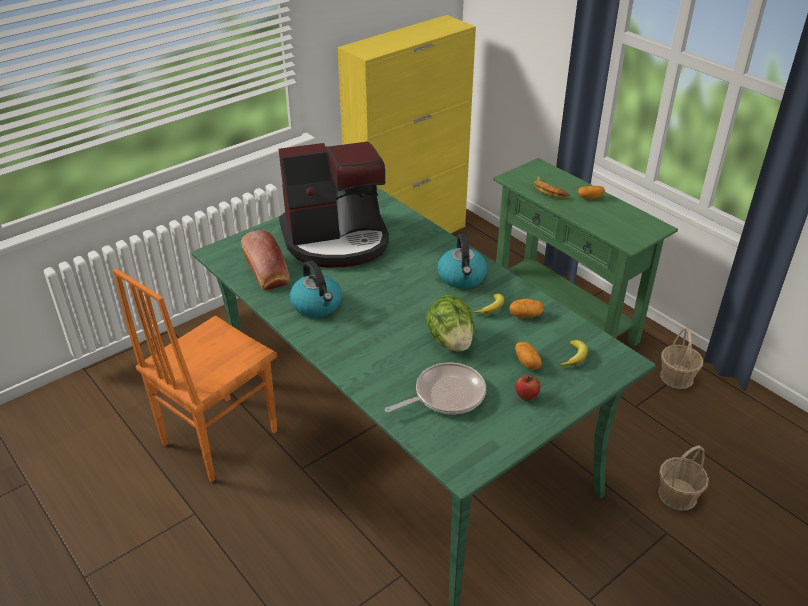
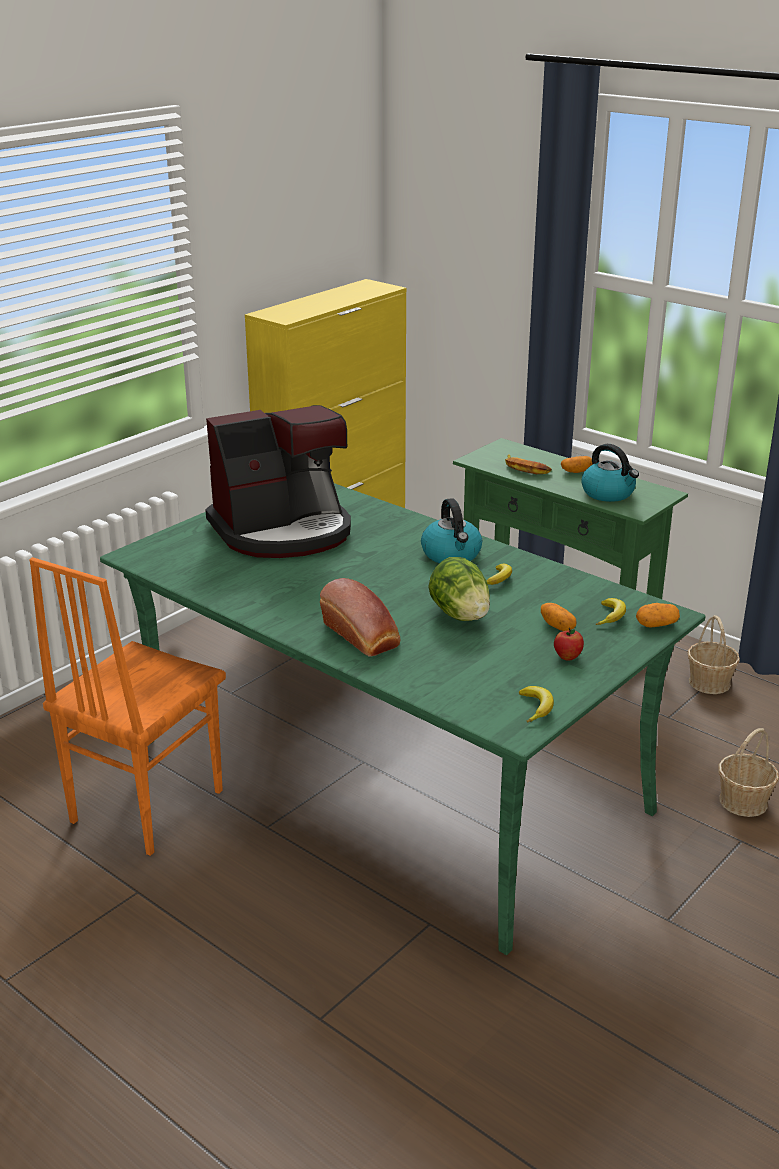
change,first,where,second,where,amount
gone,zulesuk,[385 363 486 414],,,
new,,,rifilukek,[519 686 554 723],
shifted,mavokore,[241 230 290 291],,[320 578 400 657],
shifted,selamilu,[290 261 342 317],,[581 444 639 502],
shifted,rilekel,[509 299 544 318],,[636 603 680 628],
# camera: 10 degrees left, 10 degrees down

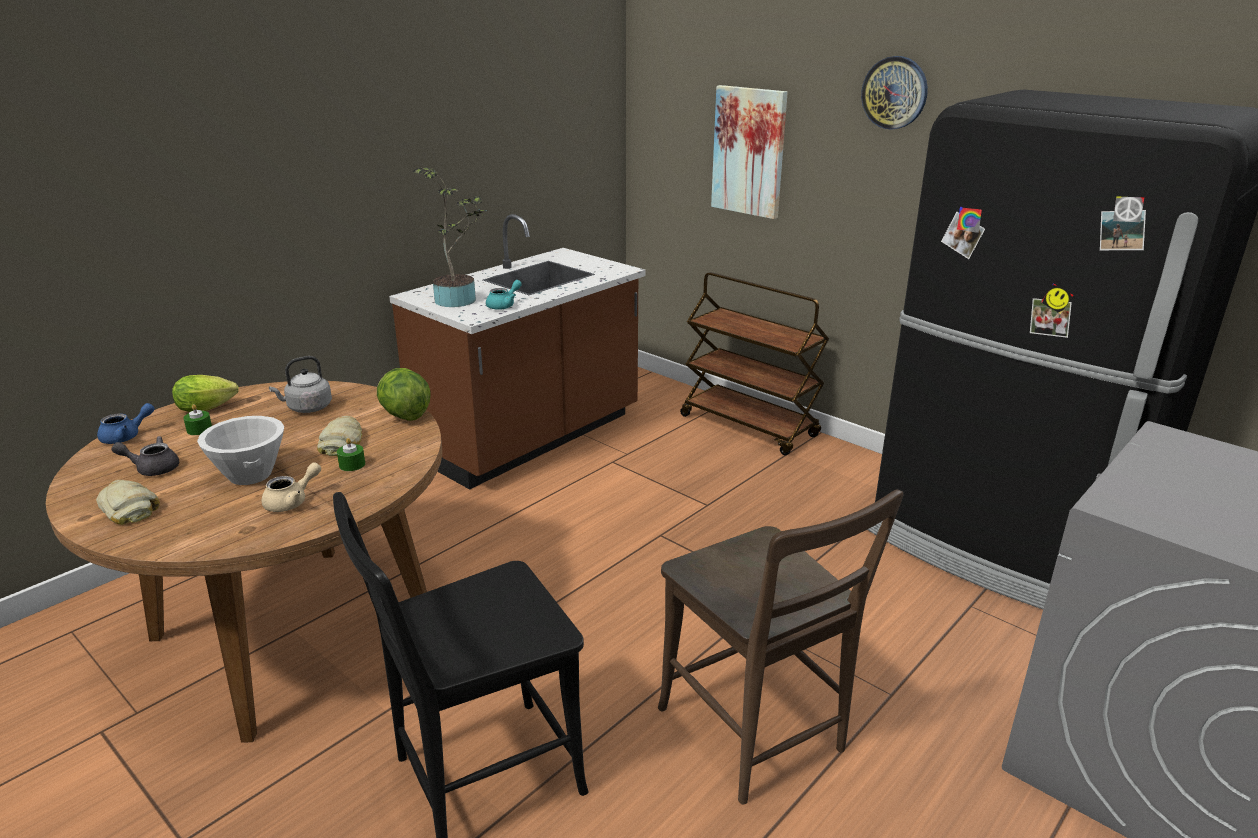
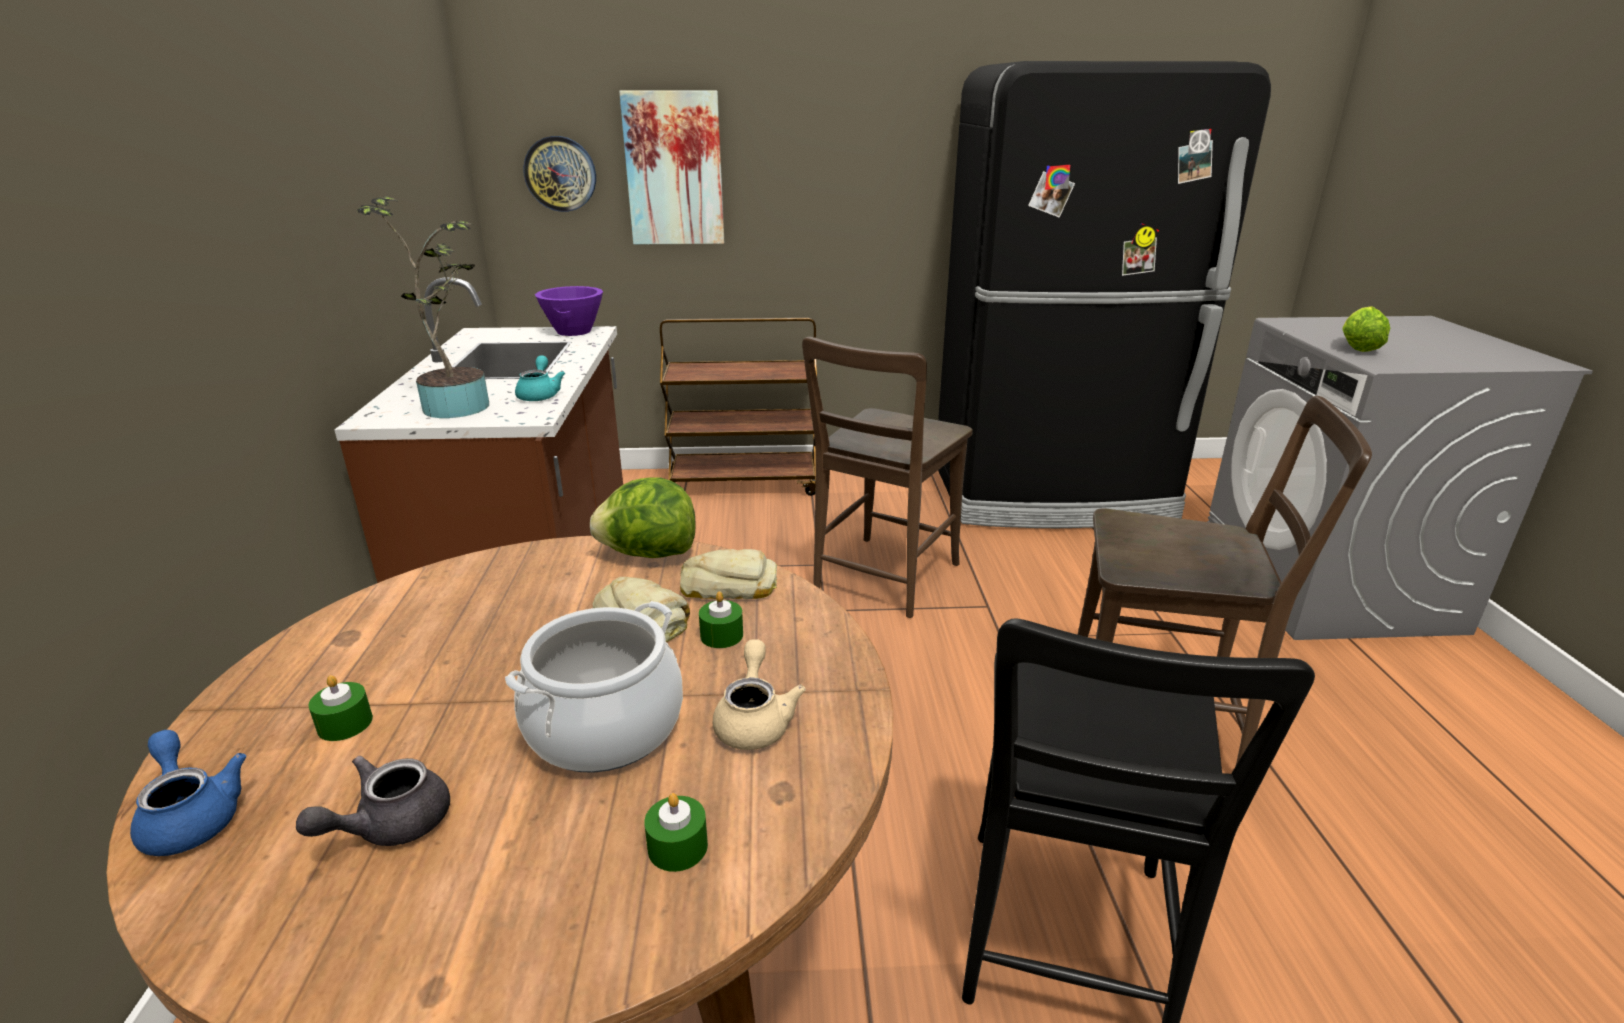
change,first,where,second,where,amount
gone,grey selamilu,[269 356 332 413],,,
new,,,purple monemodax,[535 286 603 336],
new,,,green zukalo,[644 793 708 872],
new,,,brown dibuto,[802 337 973 618],
shifted,mavokore,[96 480 160 525],,[680 549 777 599],
shifted,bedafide,[172 375 239 412],,[1342 306 1390 352],
shifted,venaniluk,[861 56 928 129],,[523 136 596 212],
swapped,white monemodax,[197 416 284 485],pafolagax,[505 601 683 773],
rotated,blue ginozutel,[97 403 154 444],,[130 730 246 856],45 degrees counterclockwise
# camera: 45 degrees left, 0 degrees up

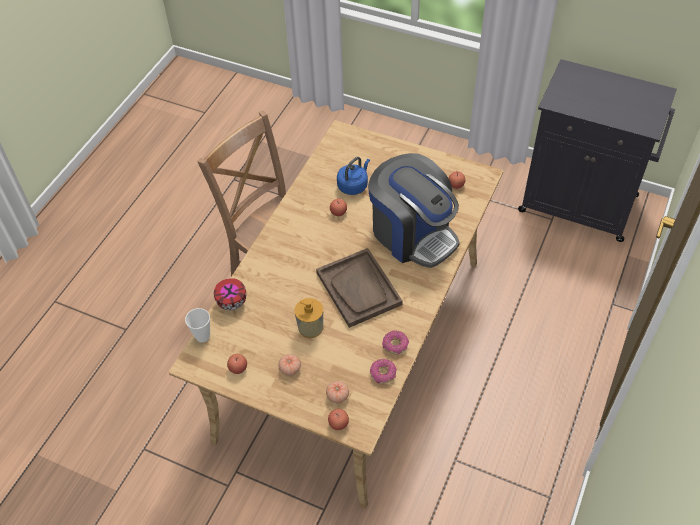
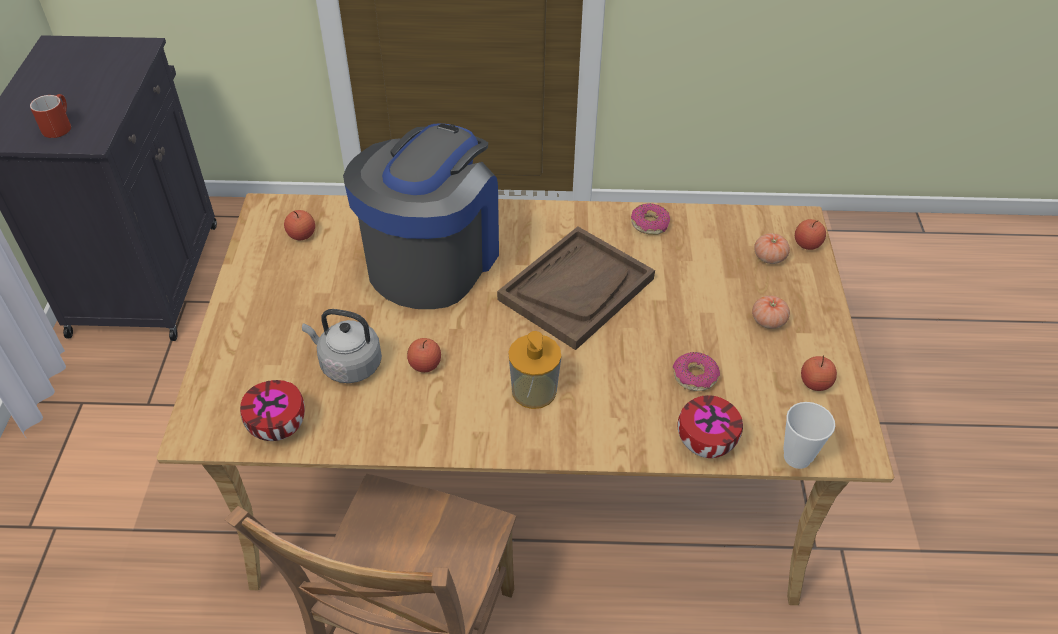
change,first,where,second,where,amount
new,,,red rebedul,[30 94 71 138],
new,,,monemodax,[240 380 305 441],
shifted,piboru,[295 298 323 338],,[508 331 561 409],
shifted,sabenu,[370 359 397 384],,[673 352 720 391],
repainted,blue selamilu,[337 157 370 195],grey selamilu,[302 309 382 383],
# camera: 115 degrees left, 5 degrees down

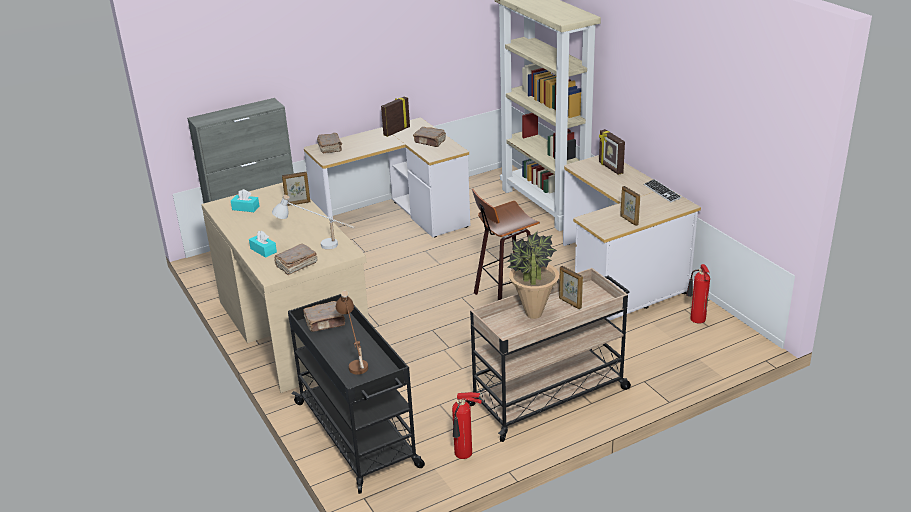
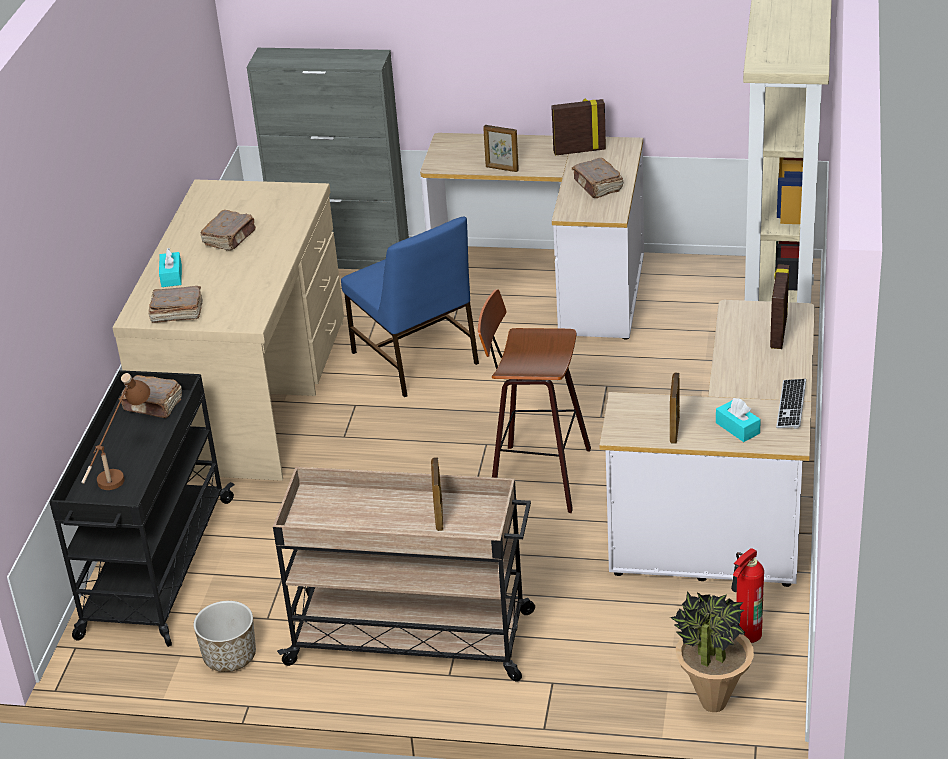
change,first,where,second,where,amount
gone,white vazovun,[272 195 354 250],,,
new,,,blue dibuto,[341 217 479 398],
shifted,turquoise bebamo,[231 189 260 212],,[716 398 761 442],
shifted,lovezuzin,[282 172 310 206],,[483 125 519 172],
shifted,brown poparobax,[317 133 342 153],,[200 210 256 251],
shifted,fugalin,[506 231 559 319],,[670 591 754 712],
swapped,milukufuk,[452 392 482 459],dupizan,[193 601 256 672],
# camera: 40 degrees right, 5 degrees up

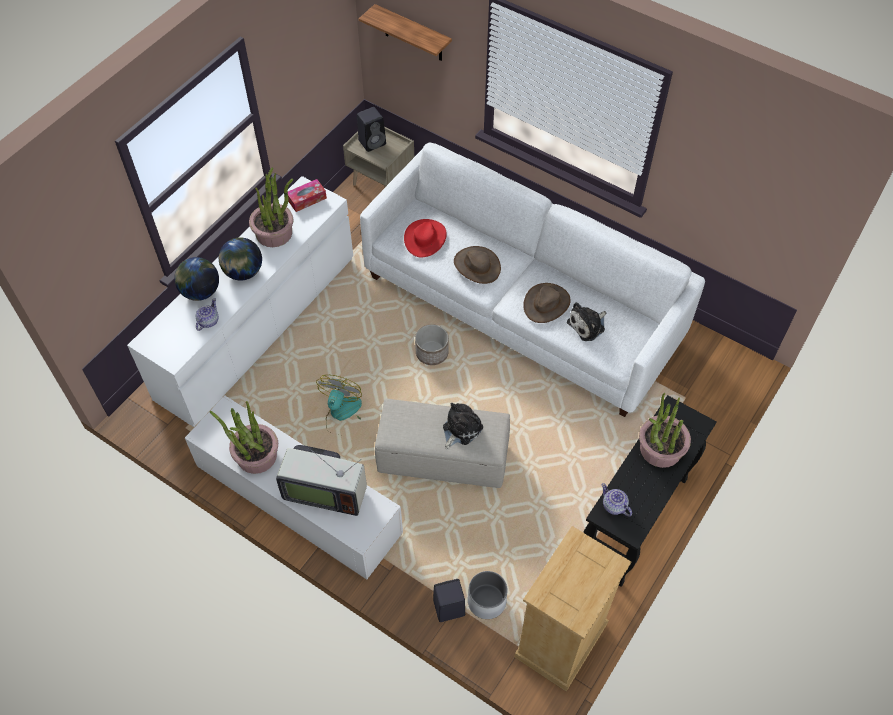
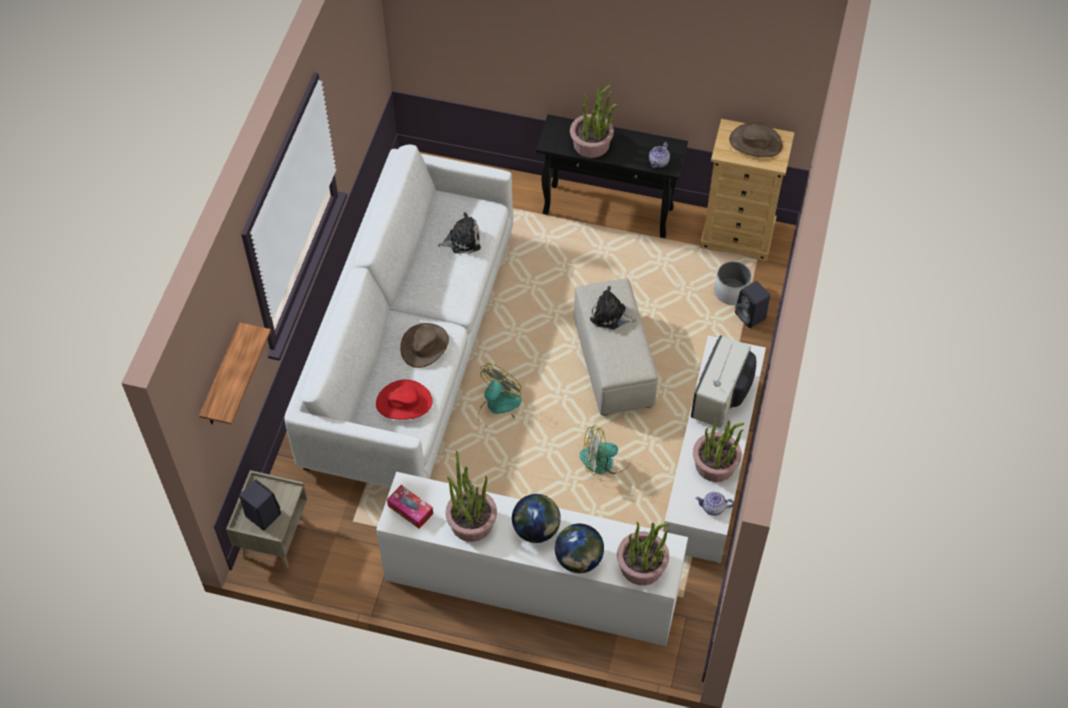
change,first,where,second,where,amount
new,,,fugalin,[617 522 670 585],
shifted,ginozutel,[195 299 219 331],,[695 492 734 516],
shifted,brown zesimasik,[523 283 570 323],,[729 122 783 157],
swapped,dupizan,[415 324 449 365],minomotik,[478 363 522 428],
rotated,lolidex,[276 445 367 516],,[691 335 756 428],150 degrees counterclockwise
rotated,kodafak,[567 302 606 341],,[438 212 481 253],45 degrees counterclockwise
# camera: 110 degrees left, 0 degrees up

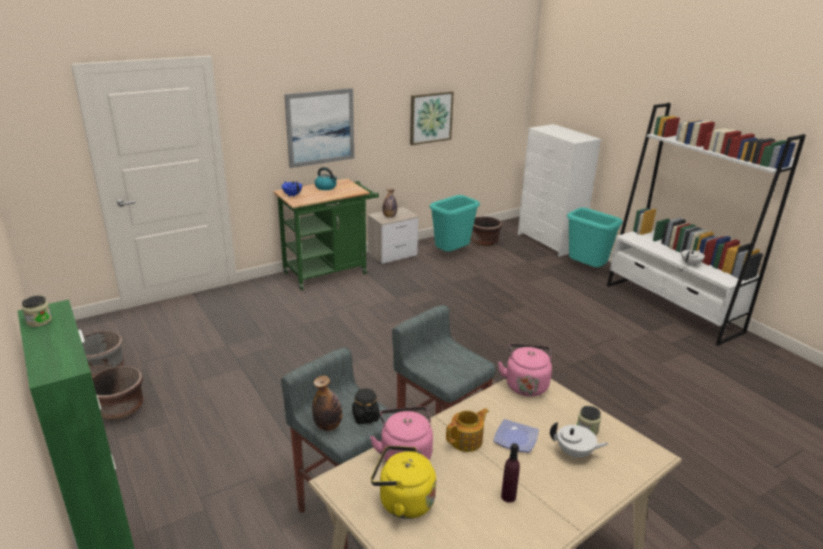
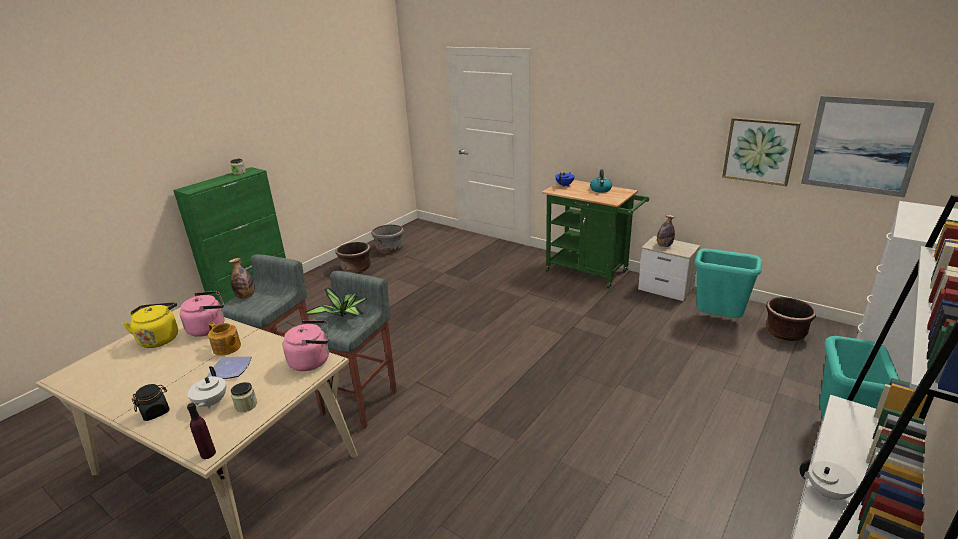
change,first,where,second,where,amount
new,,,fugalin,[305 288 367 317],
shifted,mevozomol,[284 88 354 168],,[801 96 935 198],
shifted,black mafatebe,[352 388 380 424],,[132 384 170 421],
shifted,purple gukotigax,[501 443 520 503],,[187 403 216 459],
# camera: 70 degrees right, 0 degrees up

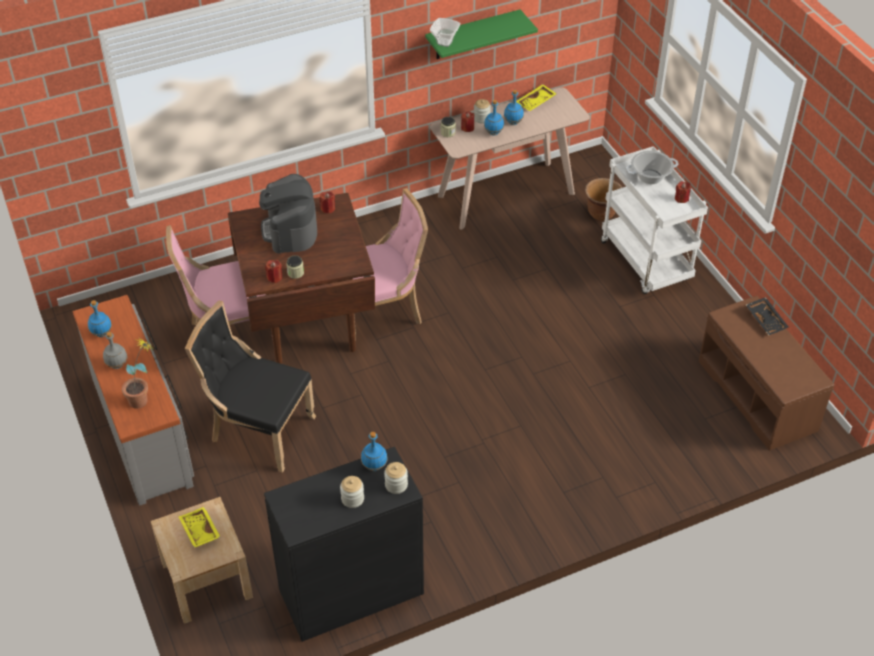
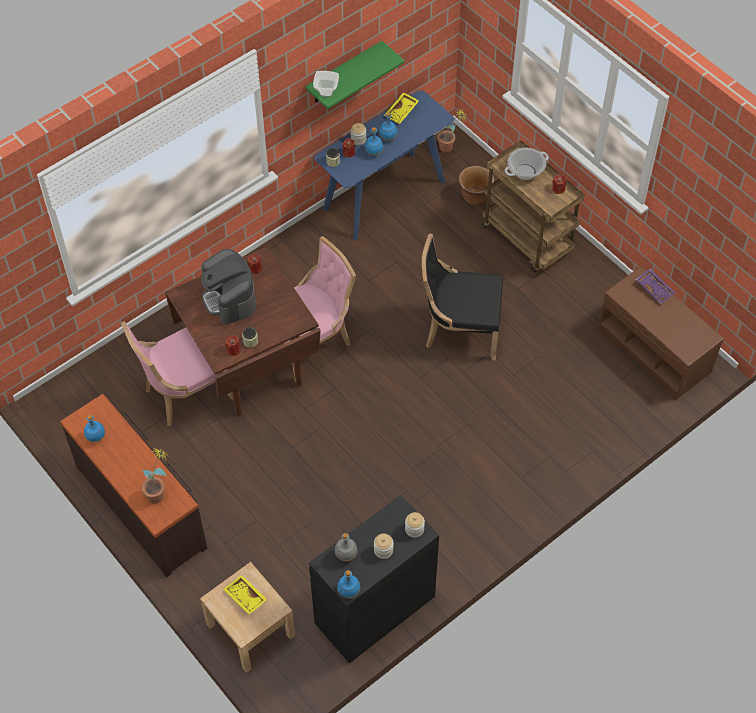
change,first,where,second,where,amount
new,,,fugalin,[437 108 466 152],
shifted,grey gukotigax,[103 332 127 369],,[335 533 357 561],
shifted,black dibuto,[185 301 316 473],,[422 234 503 361],
shifted,blue gukotigax,[361 432 387 471],,[337 570 360 598],
repainted,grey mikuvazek,[73 295 194 506],brown mikuvazek,[60 394 207 577],
repainted,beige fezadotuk,[430 87 590 230],blue fezadotuk,[314 90 454 241],
repainted,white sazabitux,[601 146 708 294],brown sazabitux,[482 140 584 272],
repainted,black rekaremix,[746 297 788 335],purple rekaremix,[635 269 675 304],
# camera: 15 degrees left, 10 degrees up

